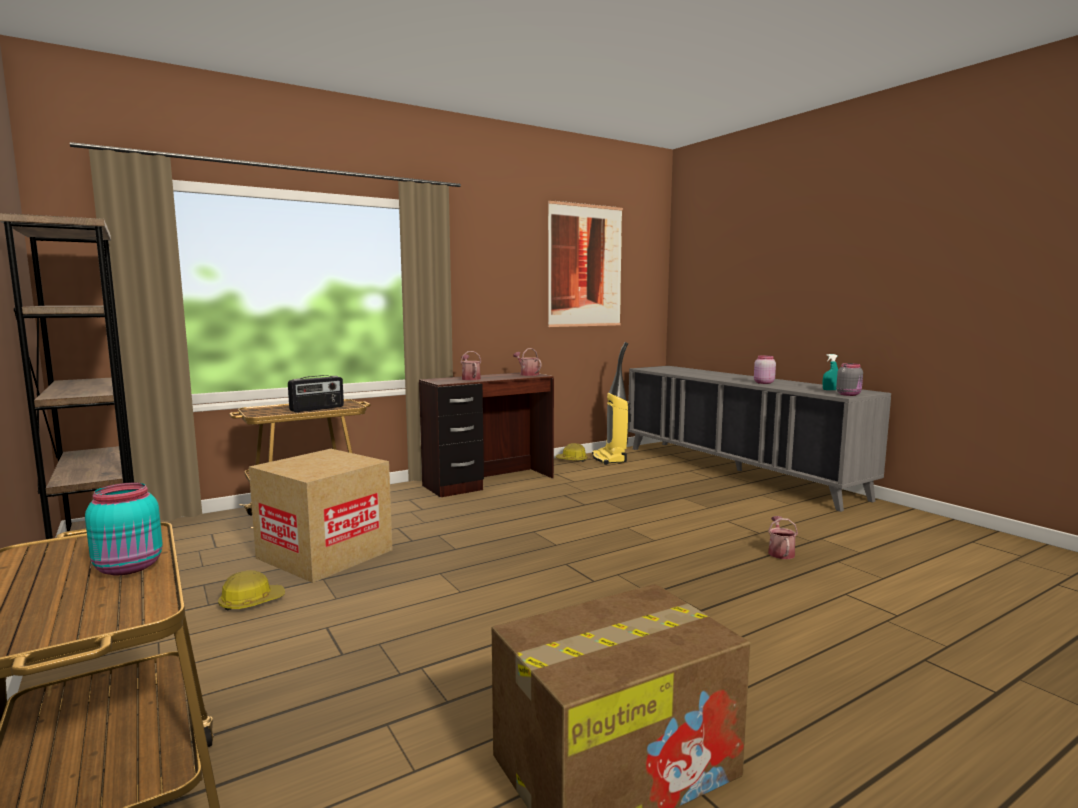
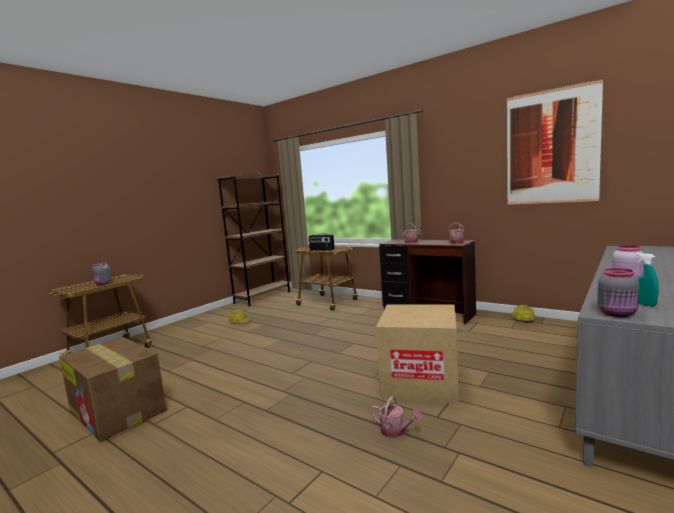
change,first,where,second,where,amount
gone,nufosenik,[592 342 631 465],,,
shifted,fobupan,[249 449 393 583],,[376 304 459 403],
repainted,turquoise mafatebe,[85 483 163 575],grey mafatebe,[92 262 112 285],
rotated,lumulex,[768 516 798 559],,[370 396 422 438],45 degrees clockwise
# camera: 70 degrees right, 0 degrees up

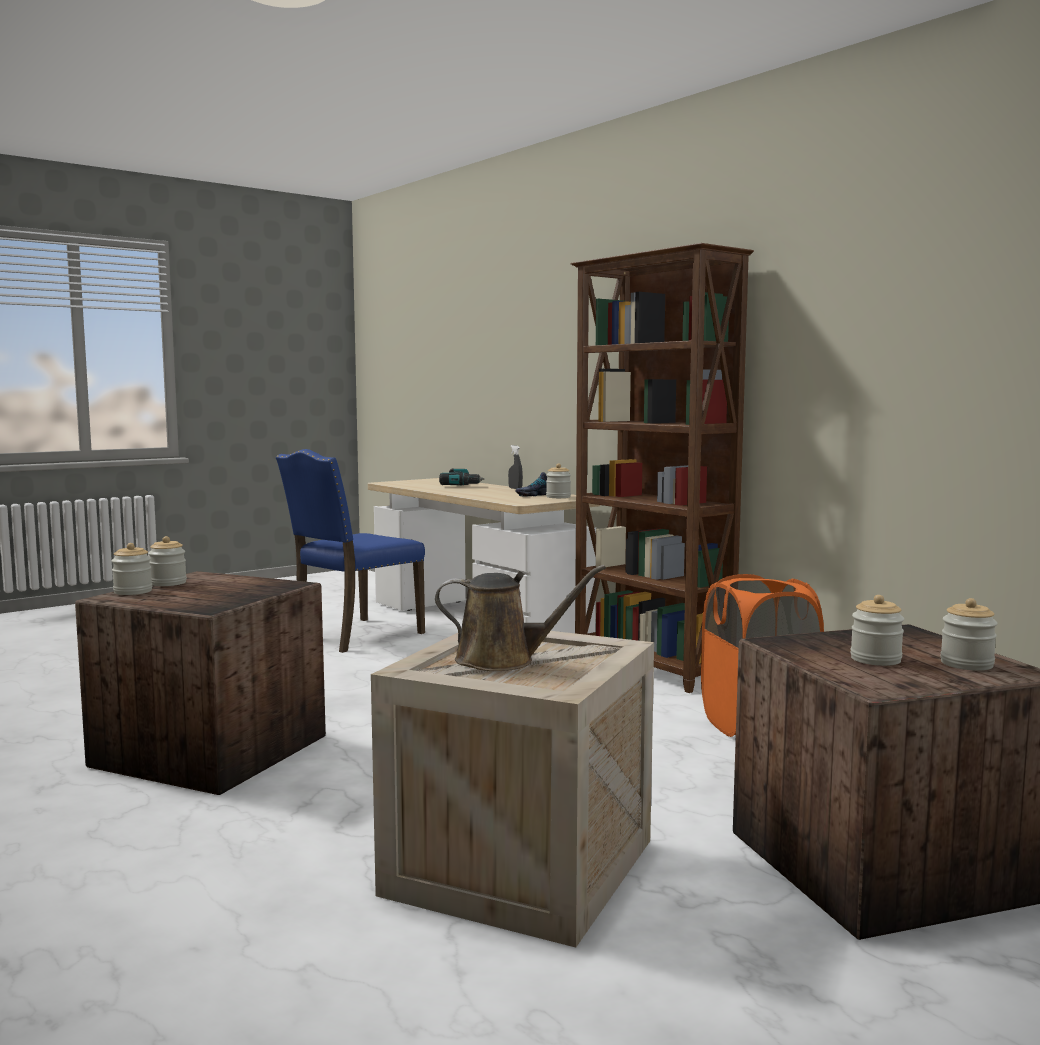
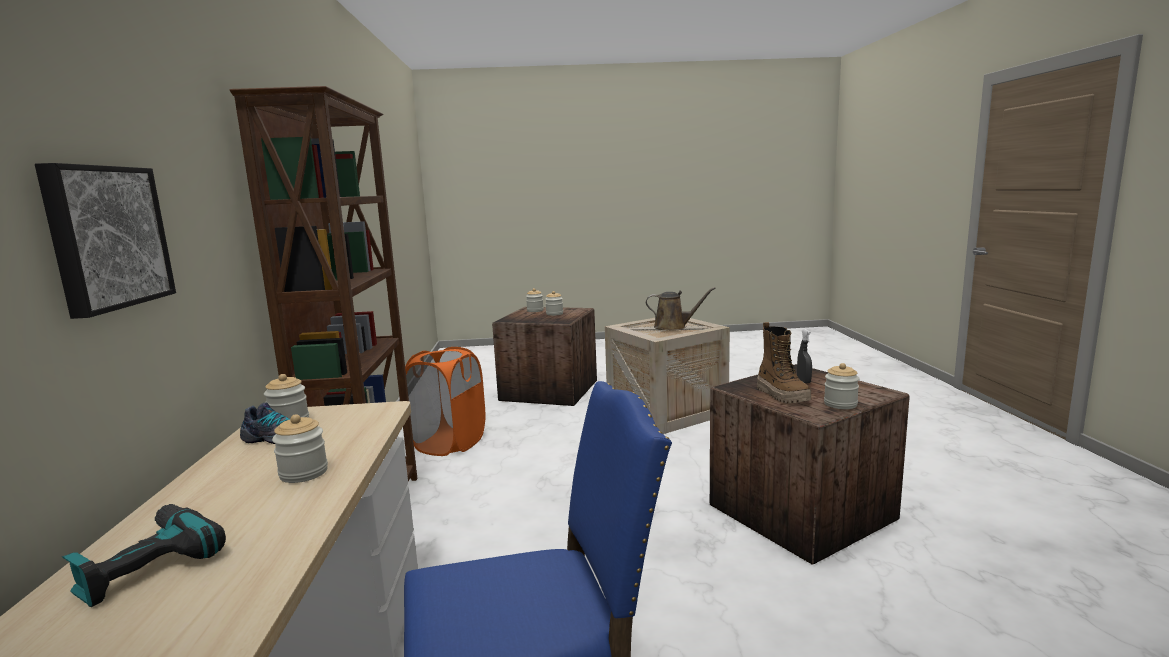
change,first,where,second,where,amount
new,,,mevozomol,[35 163 176 319],
new,,,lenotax,[757 322 811 403],
shifted,mafatebe,[112 543 152 595],,[272 414 328 483],
shifted,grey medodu,[508 445 523 489],,[797 329 812 383],
rotated,brown lumulex,[435 565 606 671],,[646 287 716 331],150 degrees clockwise
# camera: 145 degrees left, 5 degrees up

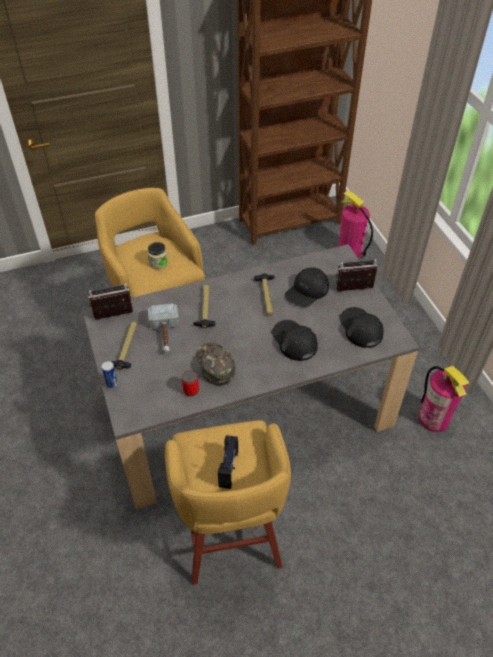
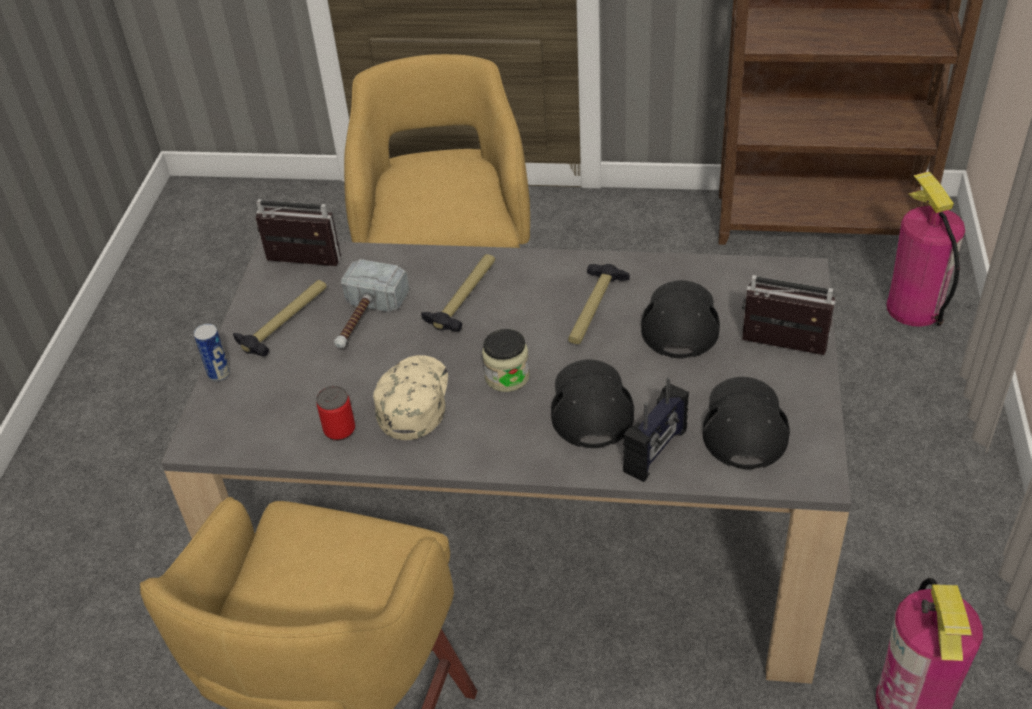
change,first,where,second,where,amount
shifted,mafatebe,[147 242 168 269],,[482 329 530 392],
shifted,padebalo,[218 435 238 489],,[623 377 689 482],
repainted,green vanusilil,[196 342 235 385],beige vanusilil,[373 355 448 440],
rotated,black vanusilil,[285 267 329 307],,[641 280 720 358],120 degrees clockwise
# camera: 30 degrees right, 5 degrees down

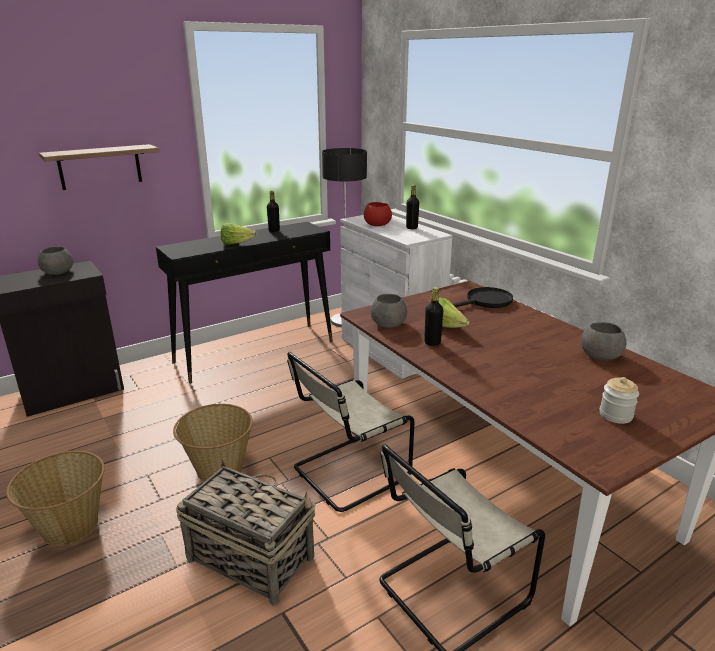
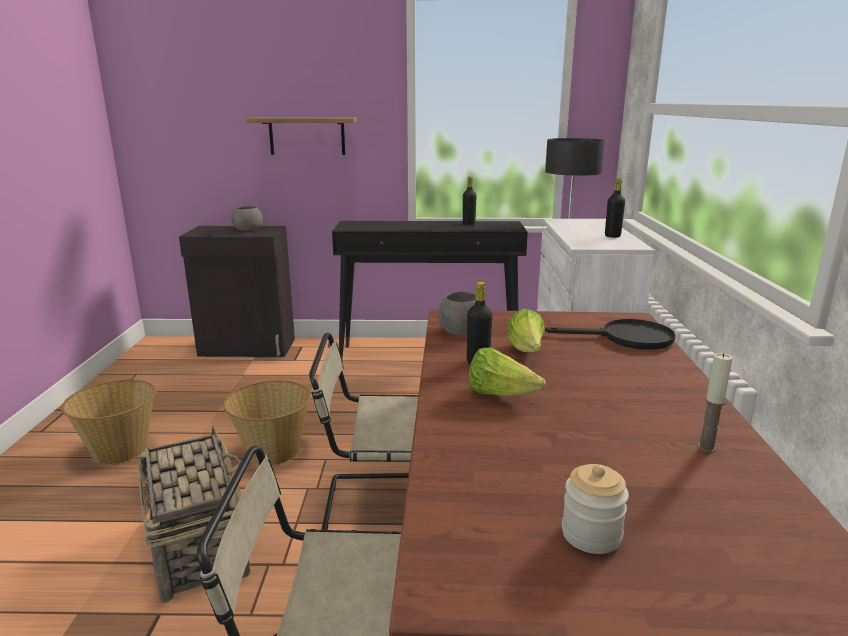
change,first,where,second,where,amount
gone,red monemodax,[364 202 392 226],,,
shifted,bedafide,[221 223 257 245],,[468 347 546 396],
swapped,grey monemodax,[581 322 627 360],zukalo,[697 353 733 452],
# camera: 35 degrees right, 5 degrees down

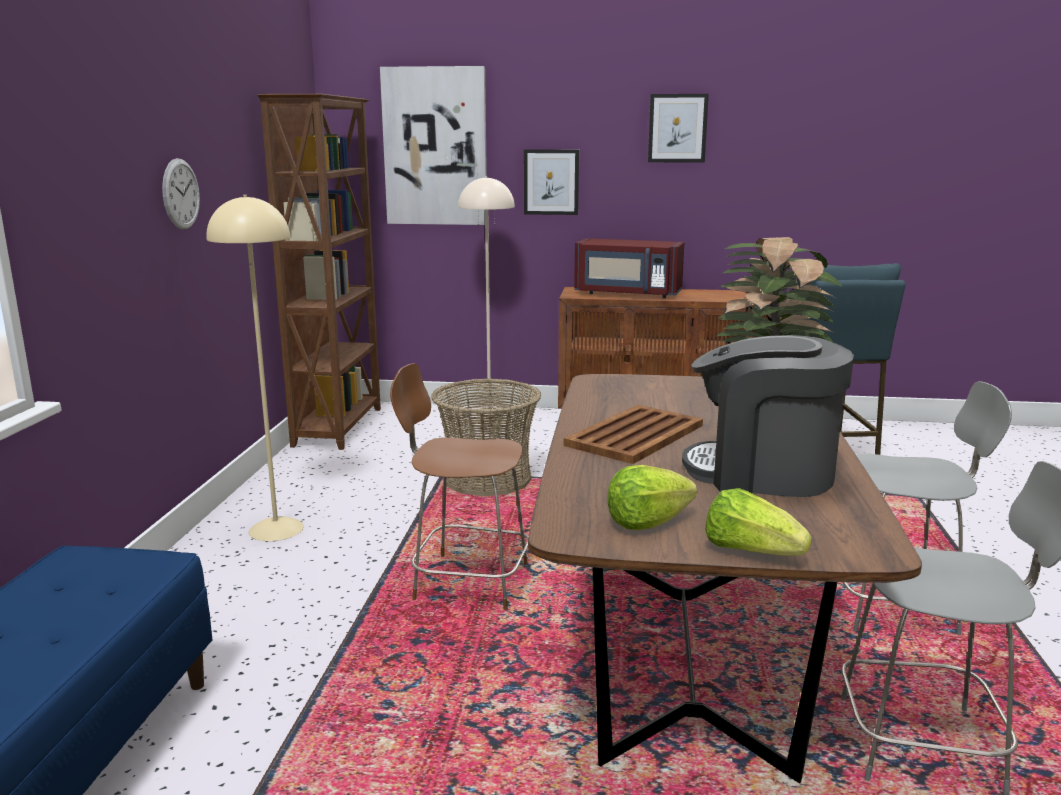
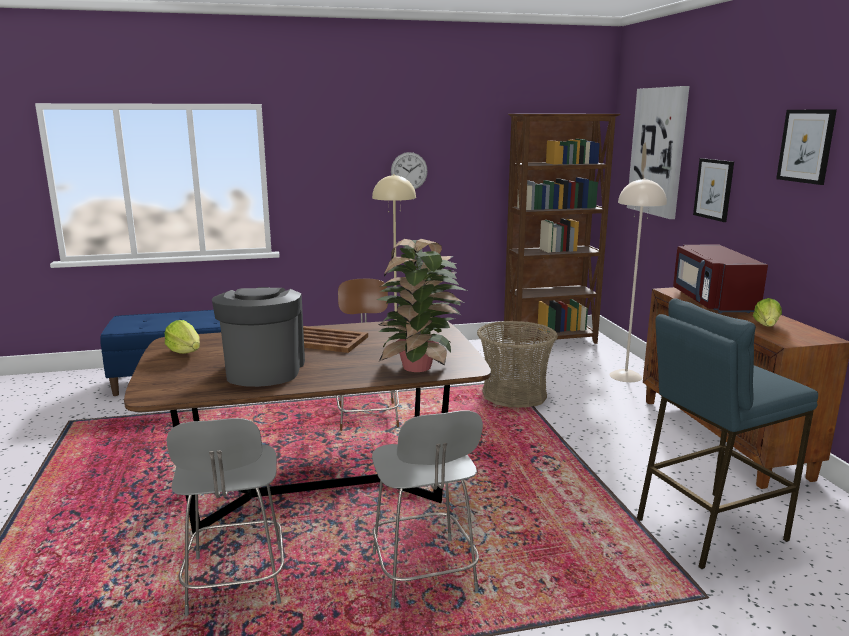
change,first,where,second,where,amount
shifted,bedafide,[705 488 812 556],,[753 298 782 327],
# camera: 70 degrees right, 0 degrees up

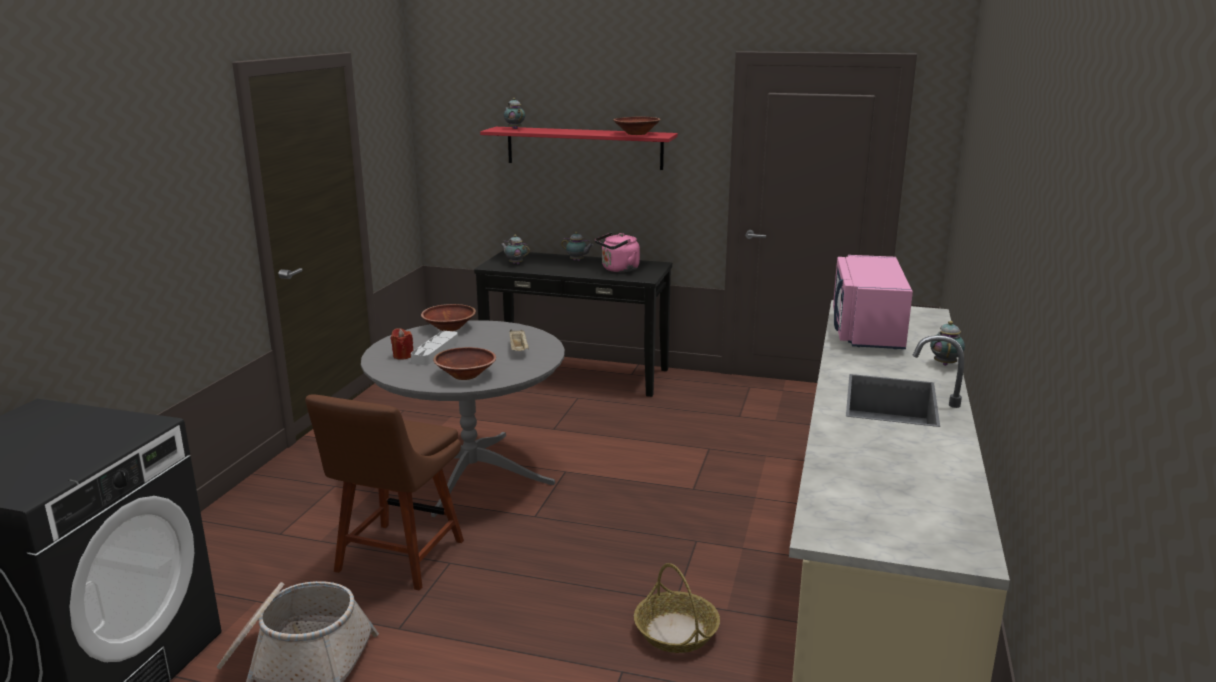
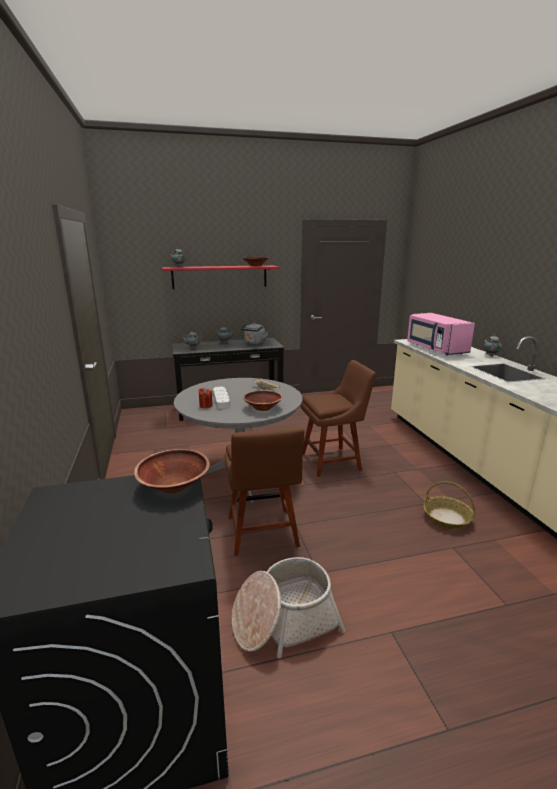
change,first,where,second,where,amount
new,,,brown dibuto,[301 360 376 477],
shifted,brown monemodax,[421 304 476 331],,[134 449 210 494],
repainted,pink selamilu,[595 232 640 272],grey selamilu,[240 323 268 345],
# camera: 30 degrees left, 0 degrees up

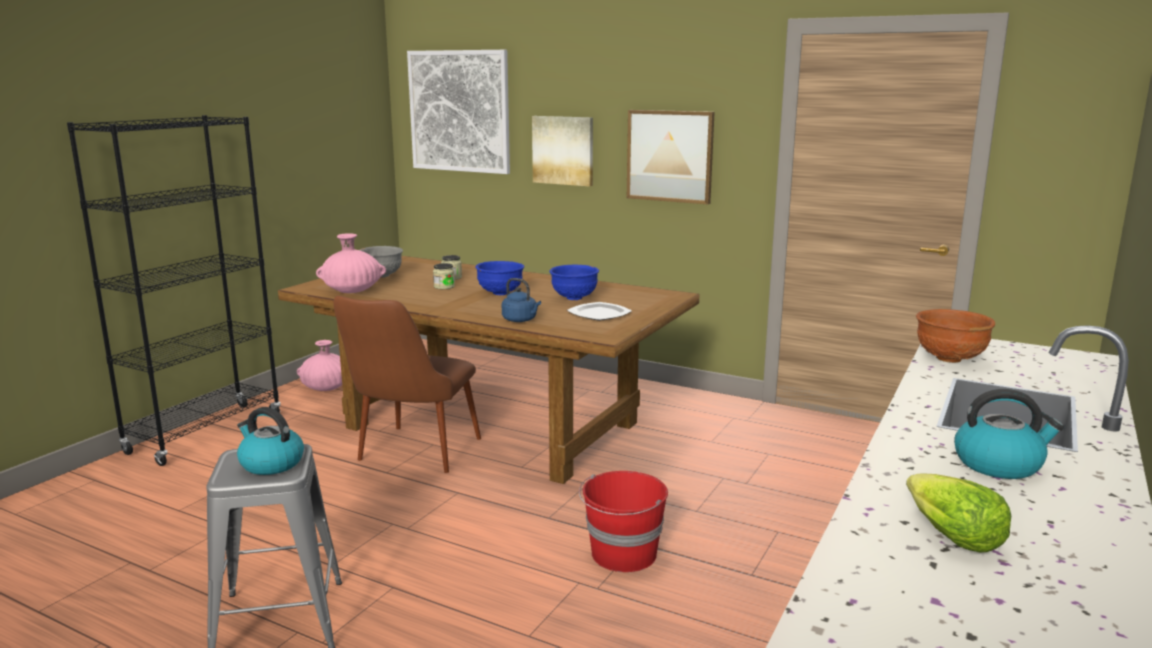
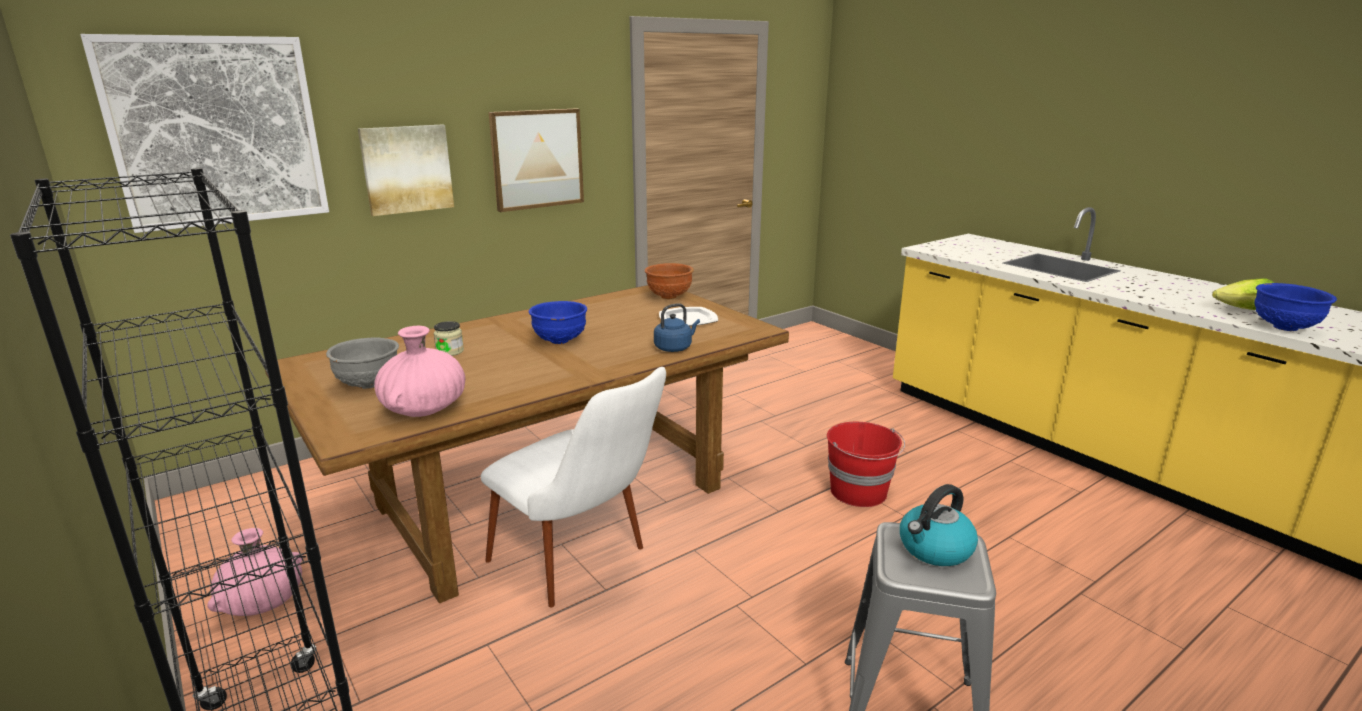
change,first,where,second,where,amount
gone,mafatebe,[433 263 455 289],,,
gone,selamilu,[954 389 1064 479],,,
shifted,blue monemodax,[549 265 599 300],,[1254 283 1337 331],
shifted,brown monemodax,[916 309 995 363],,[645 263 694 299],
repainted,brown dibuto,[333 296 481 473],white dibuto,[481 367 666 607],
# camera: 65 degrees left, 5 degrees up

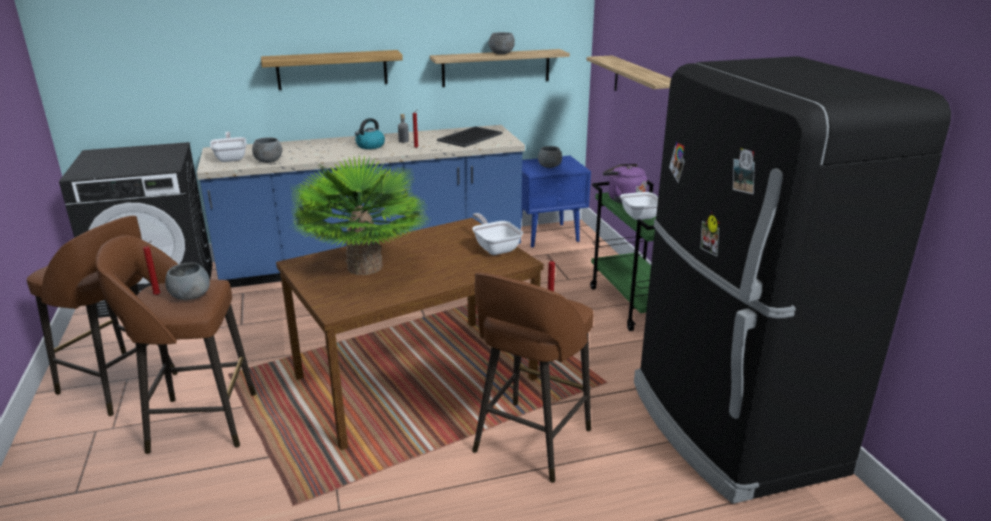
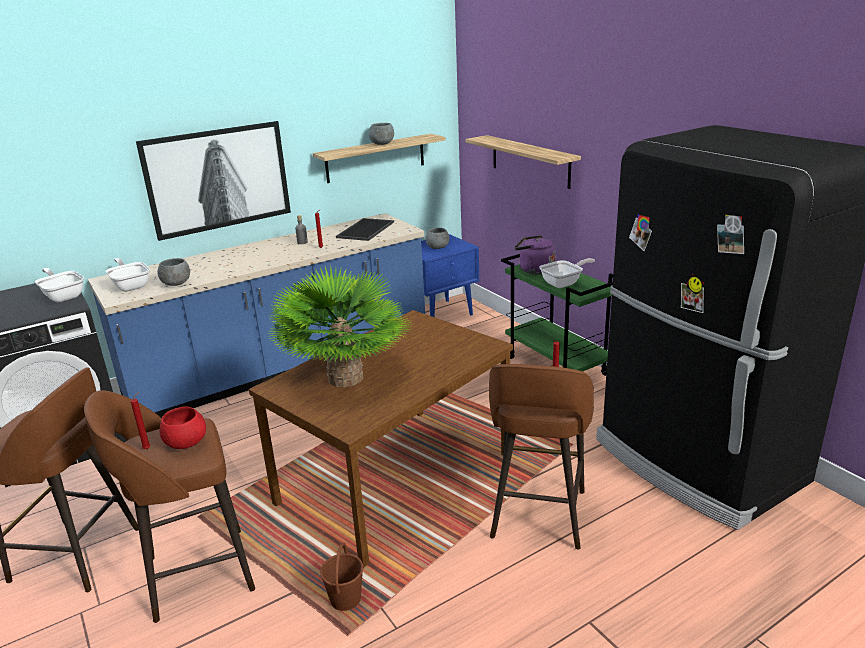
change,first,where,second,where,amount
gone,selamilu,[355 118 385 149],,,
new,,,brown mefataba,[320 543 363 611],
shifted,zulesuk,[472 213 523 255],,[35 268 84 302],
swapped,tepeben,[261 50 403 90],mevozomol,[136 121 291 241],
repainted,grey monemodax,[165 262 210 300],red monemodax,[159 406 206 449],
# camera: 15 degrees left, 0 degrees up

